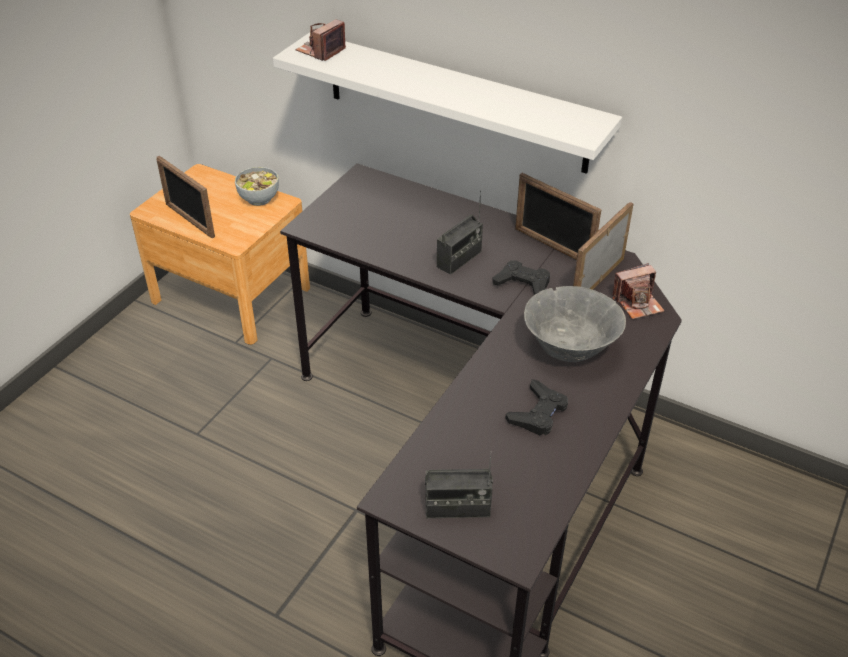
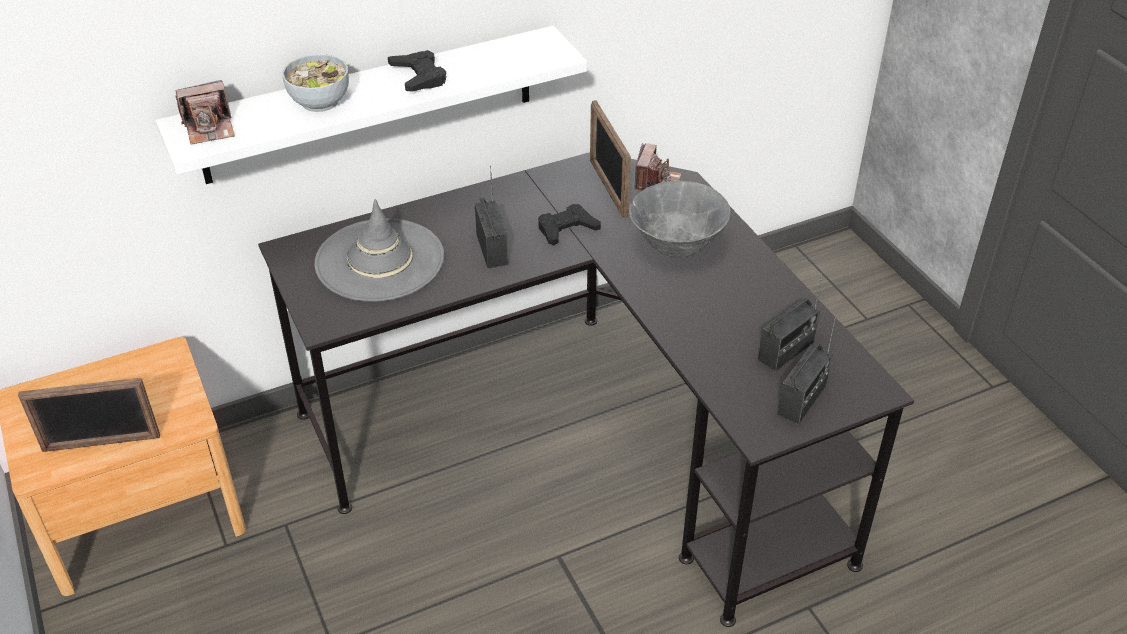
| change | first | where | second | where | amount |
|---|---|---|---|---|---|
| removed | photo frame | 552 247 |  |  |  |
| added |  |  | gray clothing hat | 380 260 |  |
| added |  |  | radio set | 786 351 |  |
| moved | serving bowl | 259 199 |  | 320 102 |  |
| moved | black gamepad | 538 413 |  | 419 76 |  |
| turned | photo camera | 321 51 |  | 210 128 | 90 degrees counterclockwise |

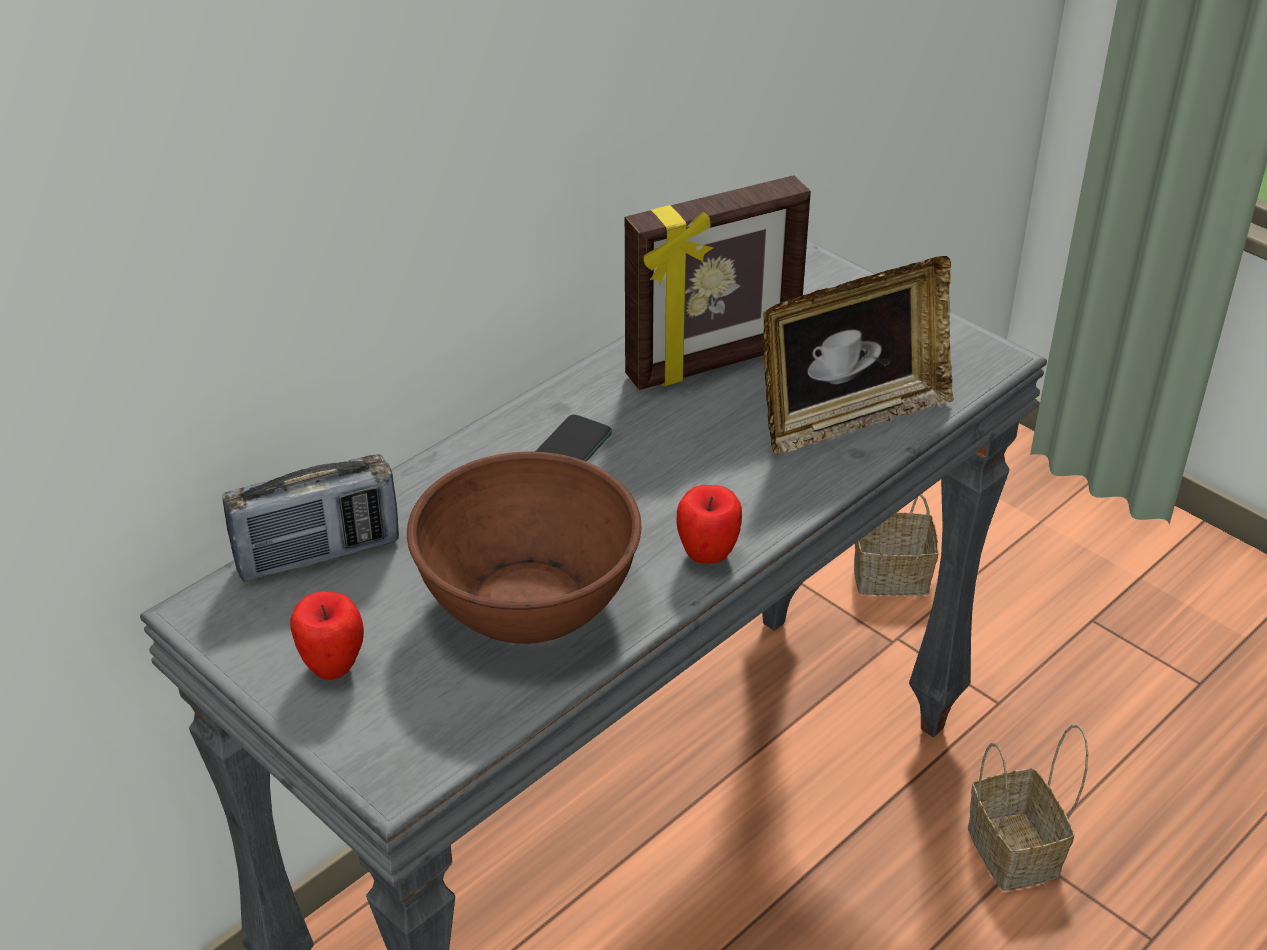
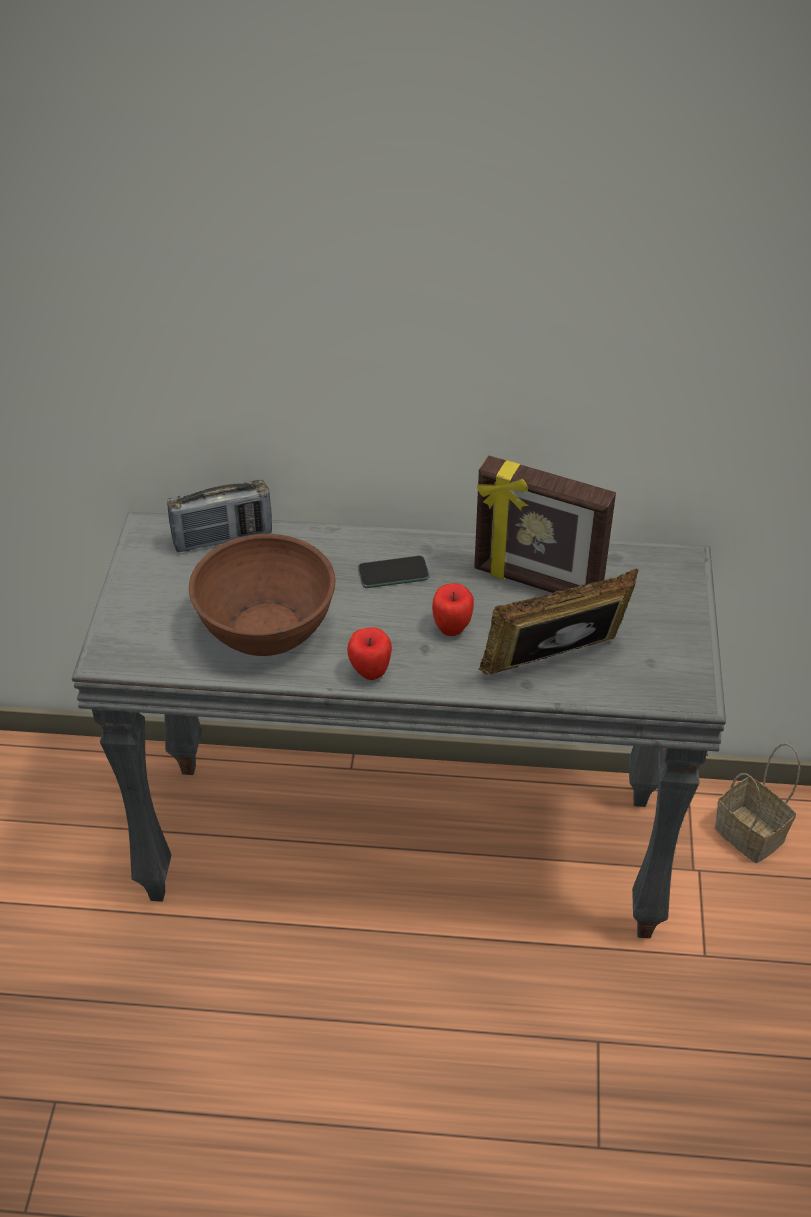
| change | first | where | second | where | amount |
|---|---|---|---|---|---|
| removed | household basket | 1016 853 |  |  |  |
| moved | apple | 333 666 |  | 452 629 |  |
| turned | radio set | 318 554 |  | 222 538 | 45 degrees counterclockwise |
| turned | photo frame | 851 417 |  | 555 664 | 135 degrees clockwise |

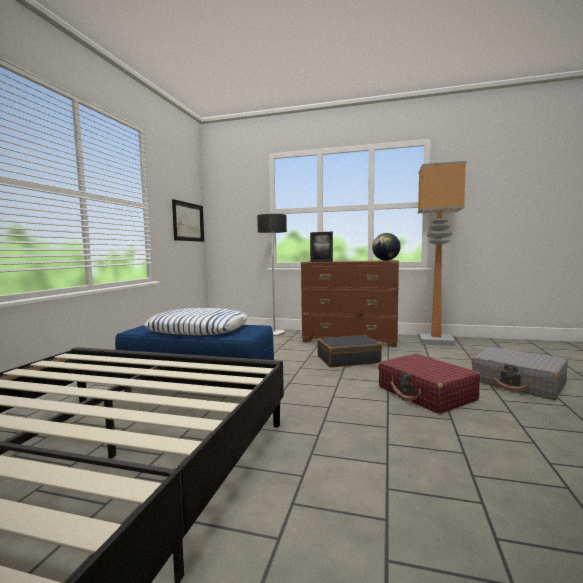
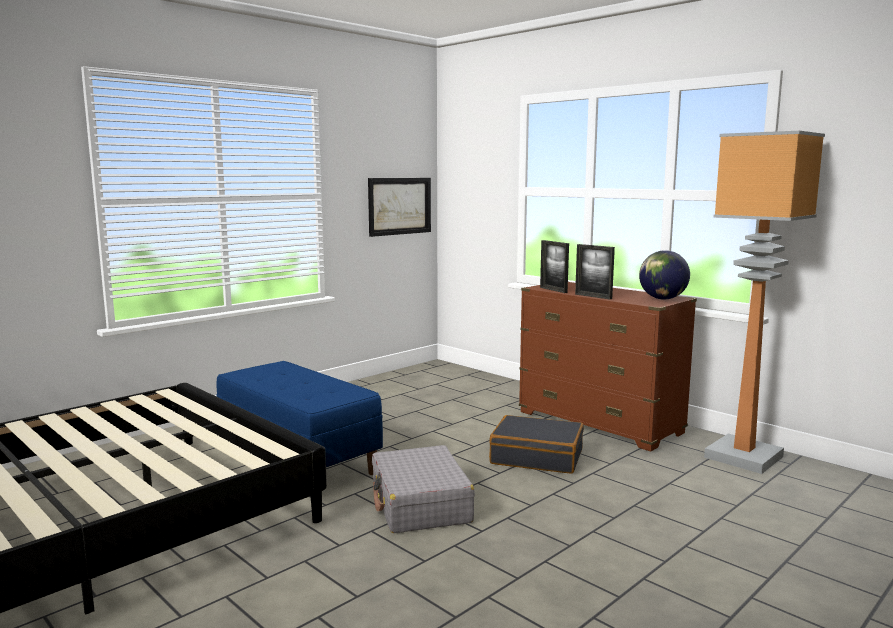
| change | first | where | second | where | amount |
|---|---|---|---|---|---|
| removed | pillow | 198 329 |  |  |  |
| removed | standard lamp | 274 333 |  |  |  |
| removed | reddish travel case | 426 394 |  |  |  |
| added |  |  | photo frame | 593 296 |  |
| moved | gray travel case | 518 383 |  | 420 504 |  |

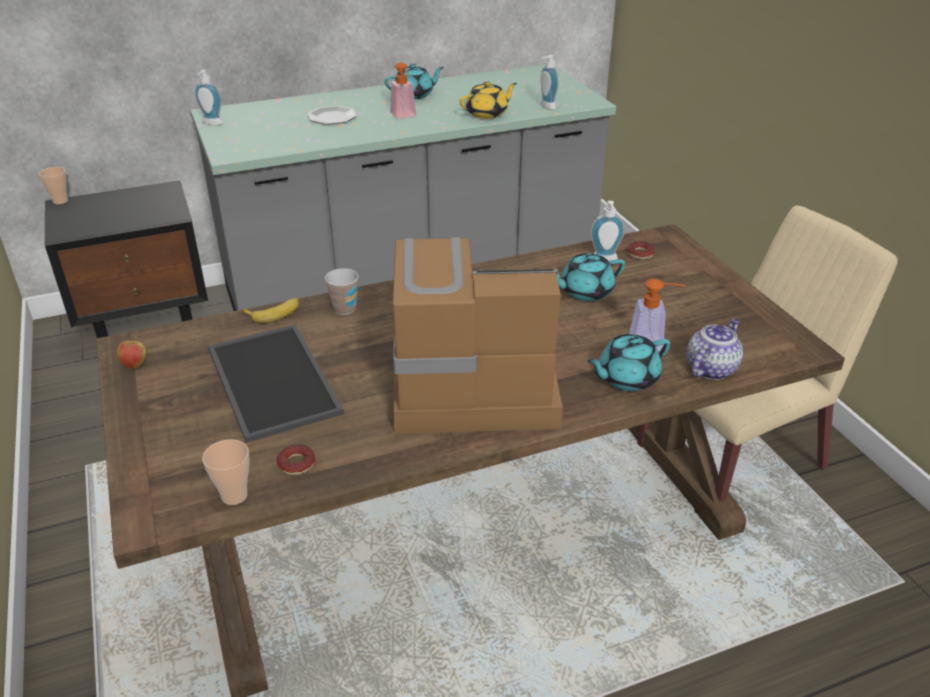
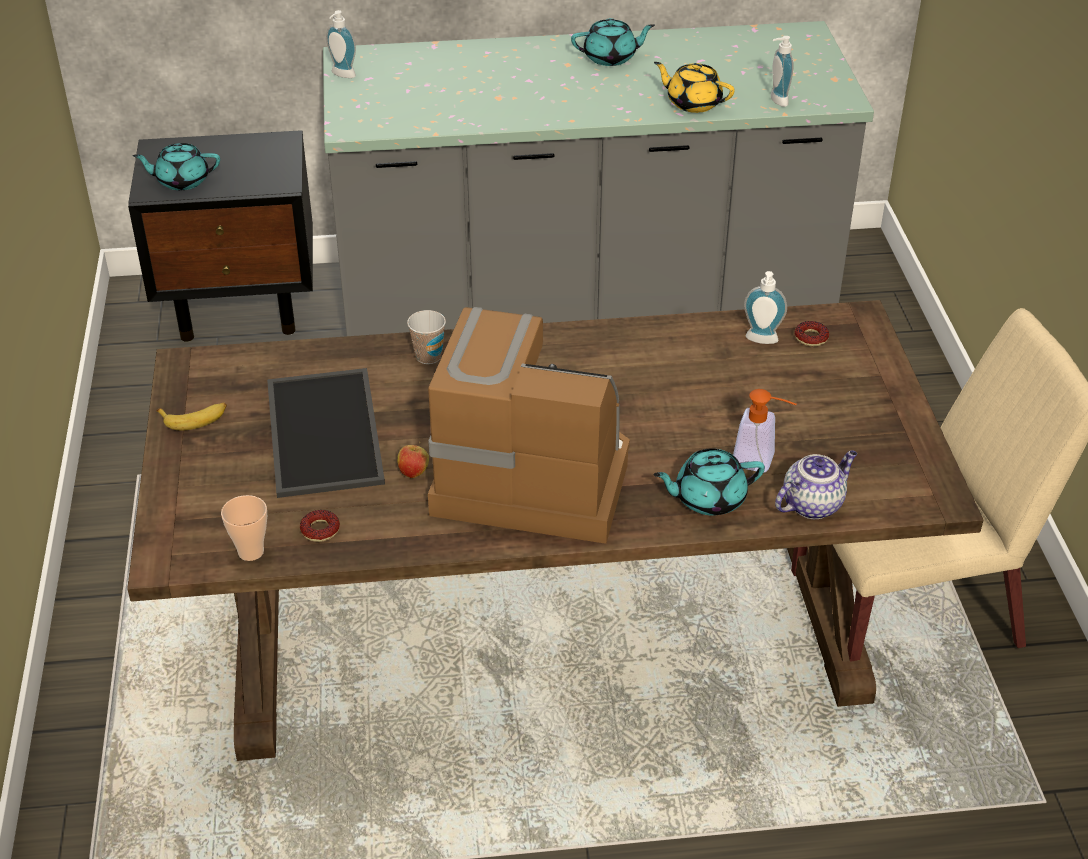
| change | first | where | second | where | amount |
|---|---|---|---|---|---|
| removed | drinking cup | 60 201 |  |  |  |
| removed | plate | 332 117 |  |  |  |
| removed | soap bottle | 404 116 |  |  |  |
| moved | apple | 135 365 |  | 414 473 |  |
| moved | banana fruit | 275 313 |  | 194 418 |  |
| moved | turquoise teapot | 585 292 |  | 182 181 |  |
| turned | yellow-coloured teapot | 487 114 |  | 693 103 | 135 degrees counterclockwise |

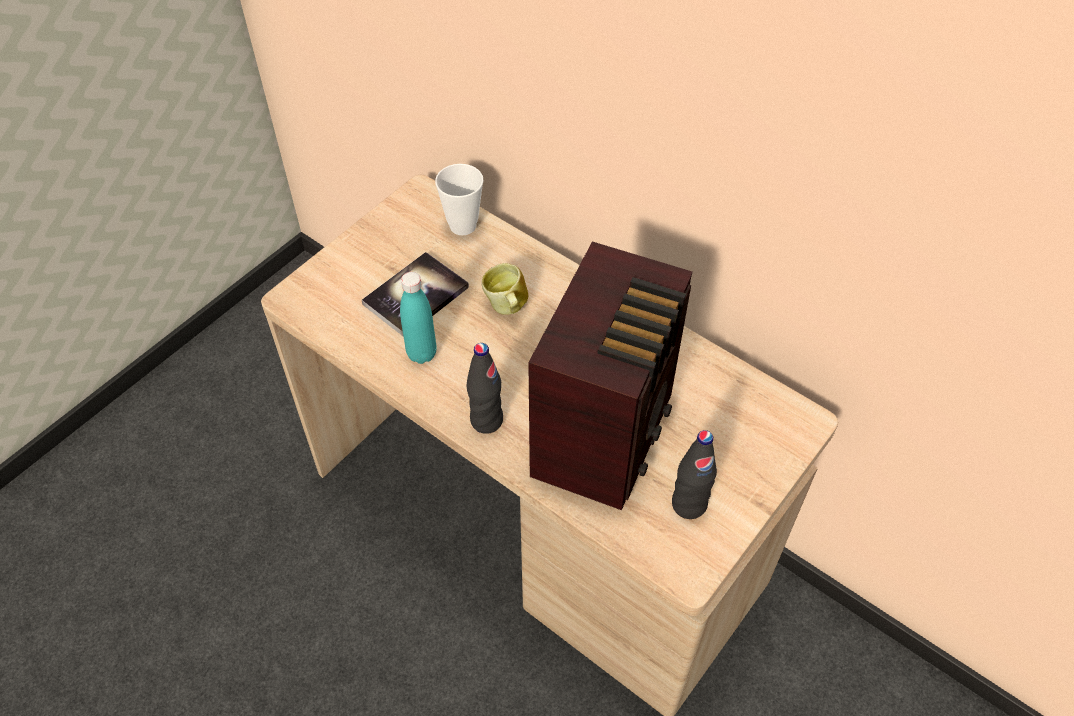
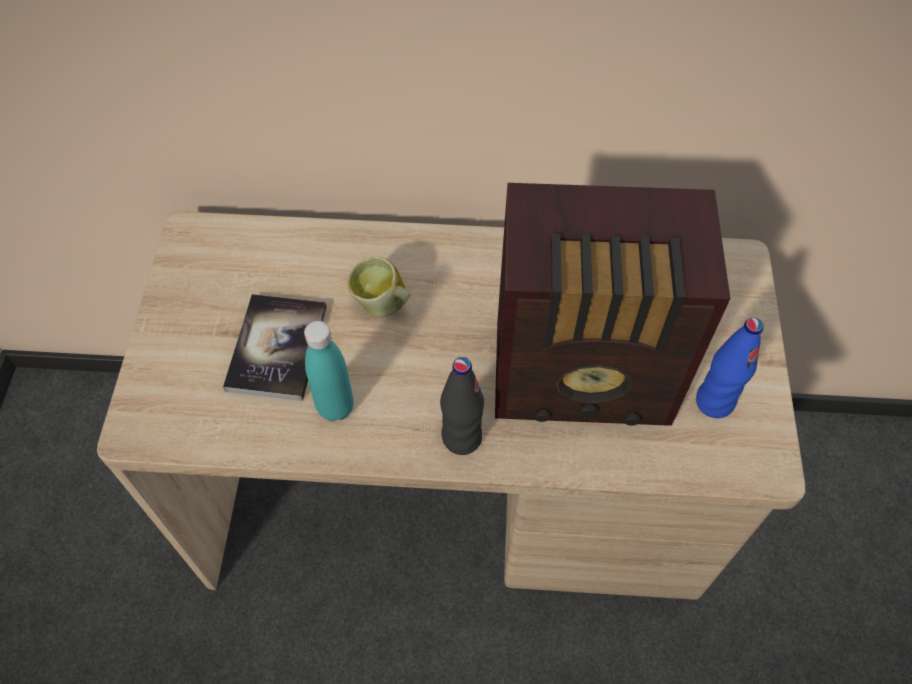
| change | first | where | second | where | amount |
|---|---|---|---|---|---|
| removed | drinking cup | 463 225 |  |  |  |
| recoloured | black bottle | 689 504 | blue bottle | 714 402 |  |
| turned | radio set | 606 433 |  | 585 378 | 105 degrees clockwise |

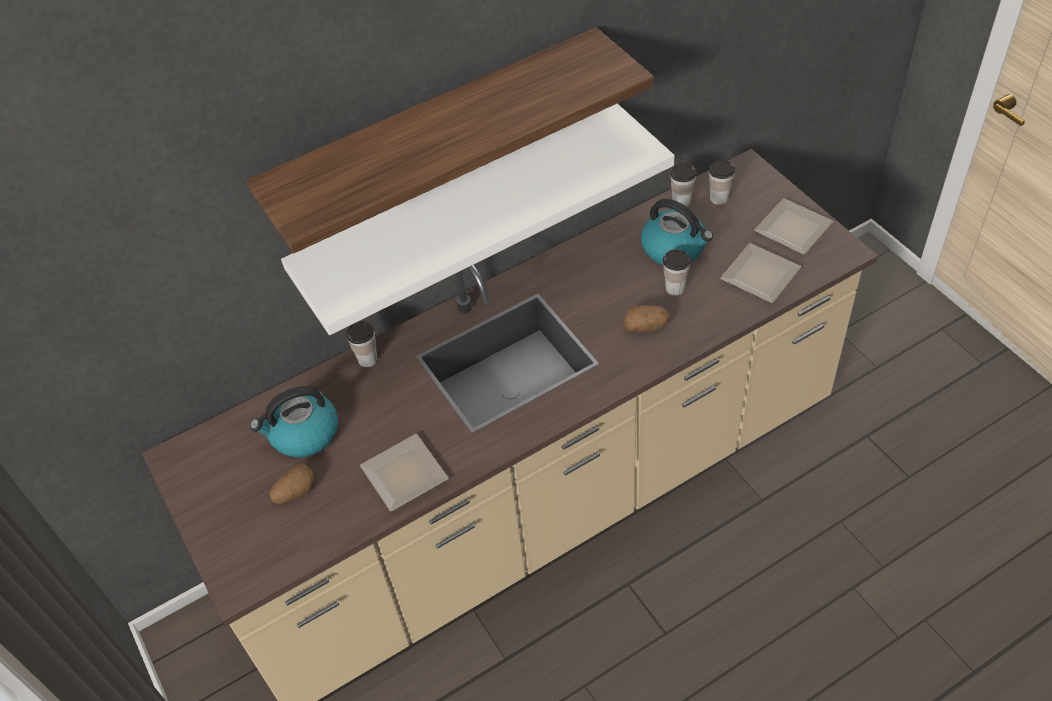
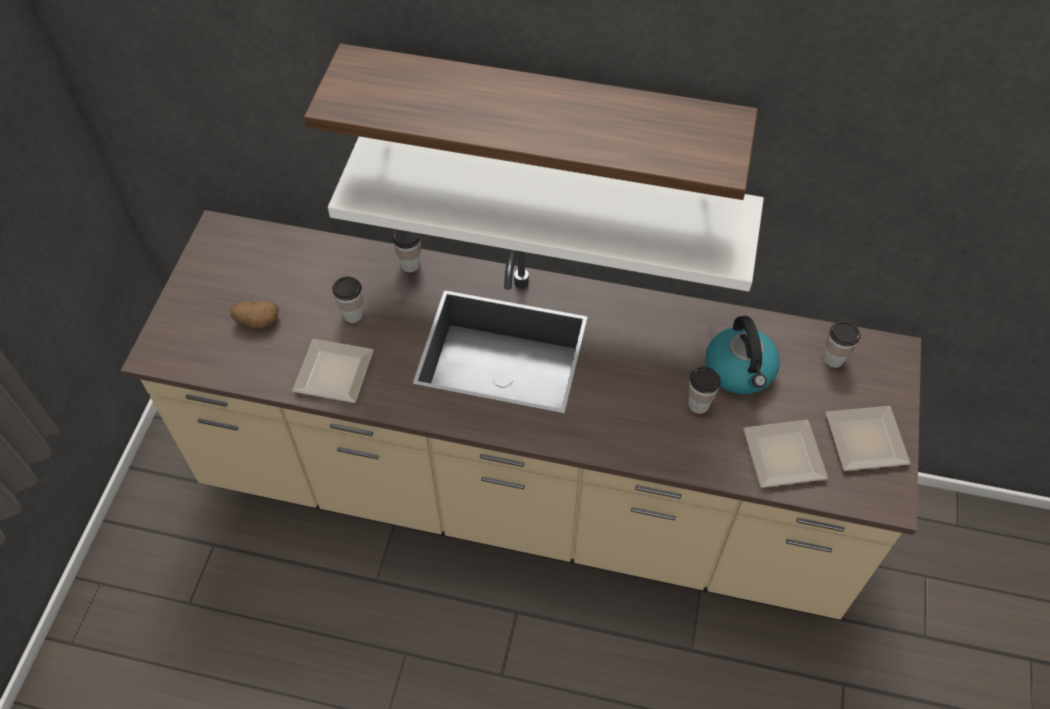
| change | first | where | second | where | amount |
|---|---|---|---|---|---|
| removed | water kettle | 303 434 |  |  |  |
| removed | spud | 646 326 |  |  |  |
| moved | drinking cup | 681 201 |  | 353 314 |  |

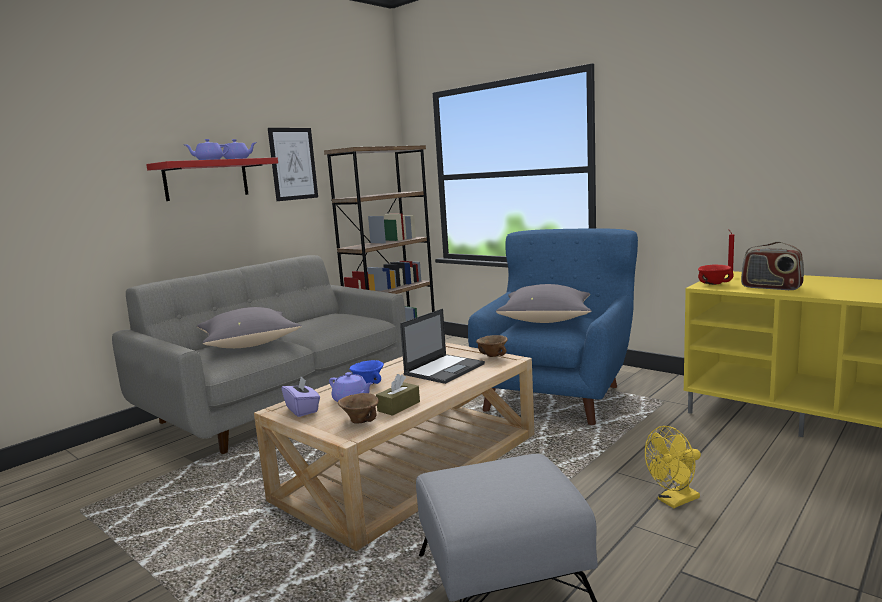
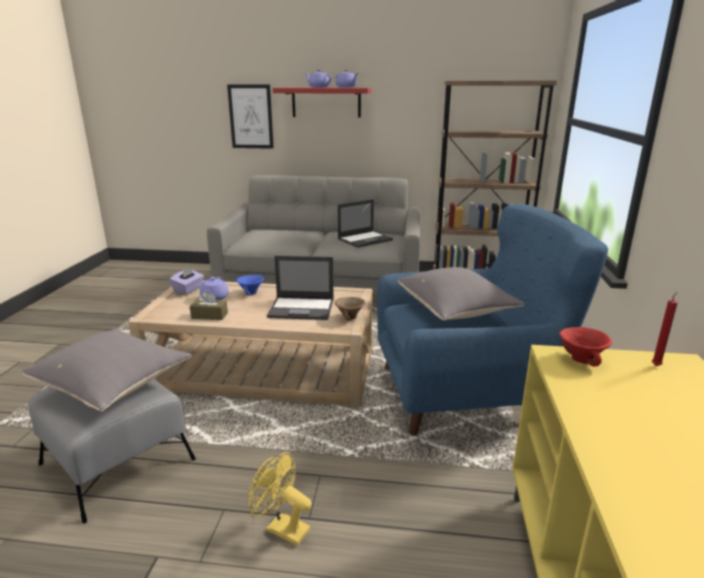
| change | first | where | second | where | amount |
|---|---|---|---|---|---|
| removed | brownish serving bowl | 359 421 |  |  |  |
| removed | radio set | 771 287 |  |  |  |
| added |  |  | notebook computer | 365 239 |  |
| moved | gray pillow | 250 344 |  | 115 386 |  |
| moved | wall art | 293 164 |  | 251 117 |  |

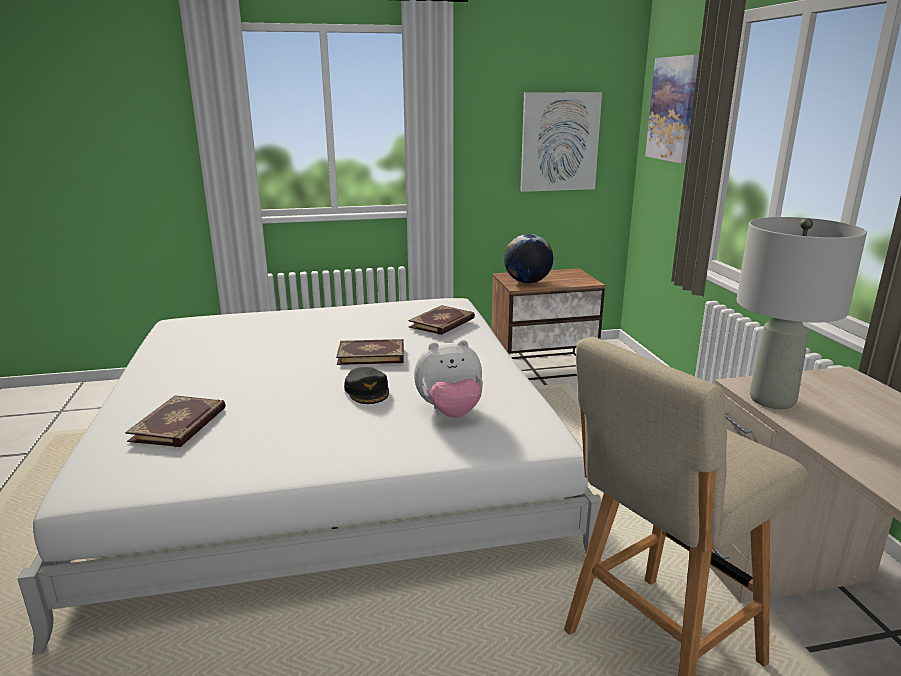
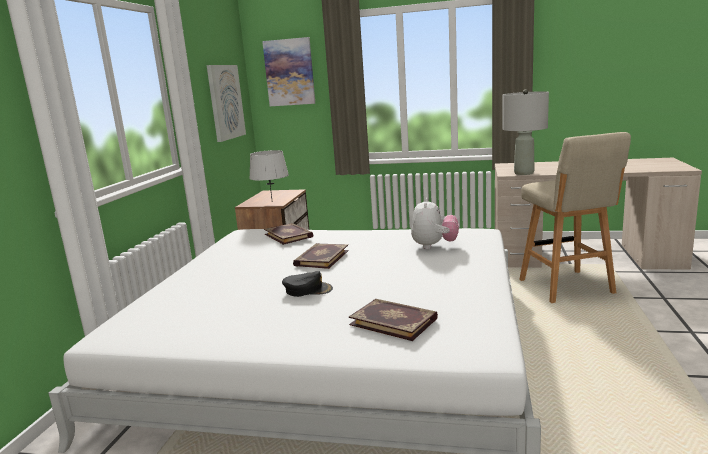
| change | first | where | second | where | amount |
|---|---|---|---|---|---|
| moved | black baseball cap | 367 391 |  | 308 289 |  |
| replaced | globe | 527 282 | gray table lamp | 272 201 |  |

